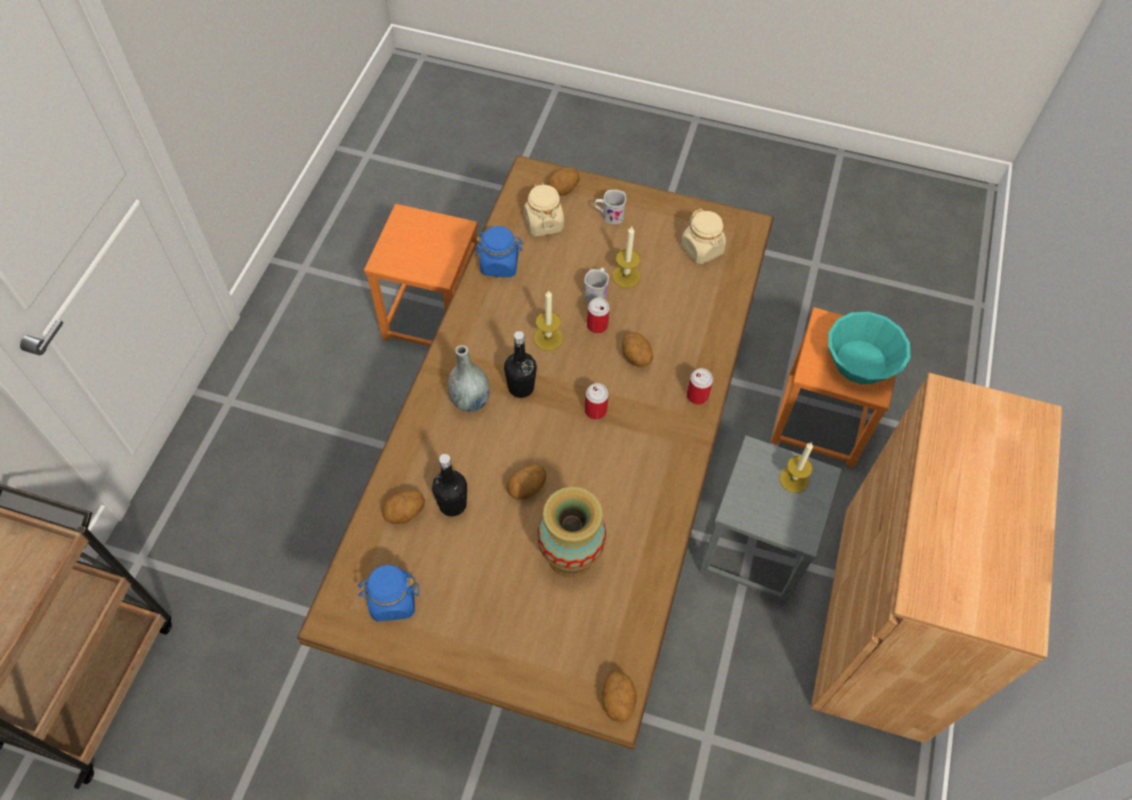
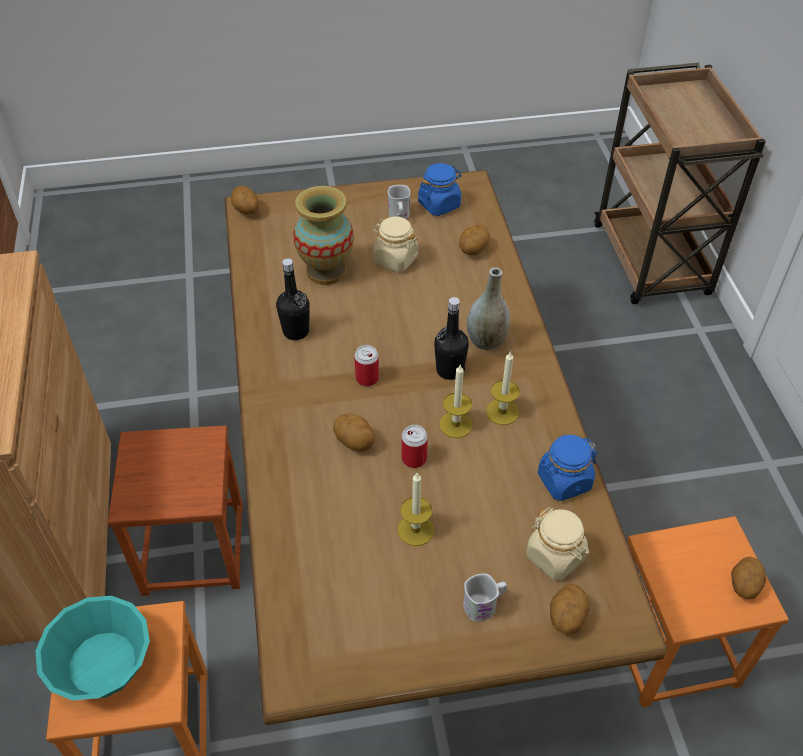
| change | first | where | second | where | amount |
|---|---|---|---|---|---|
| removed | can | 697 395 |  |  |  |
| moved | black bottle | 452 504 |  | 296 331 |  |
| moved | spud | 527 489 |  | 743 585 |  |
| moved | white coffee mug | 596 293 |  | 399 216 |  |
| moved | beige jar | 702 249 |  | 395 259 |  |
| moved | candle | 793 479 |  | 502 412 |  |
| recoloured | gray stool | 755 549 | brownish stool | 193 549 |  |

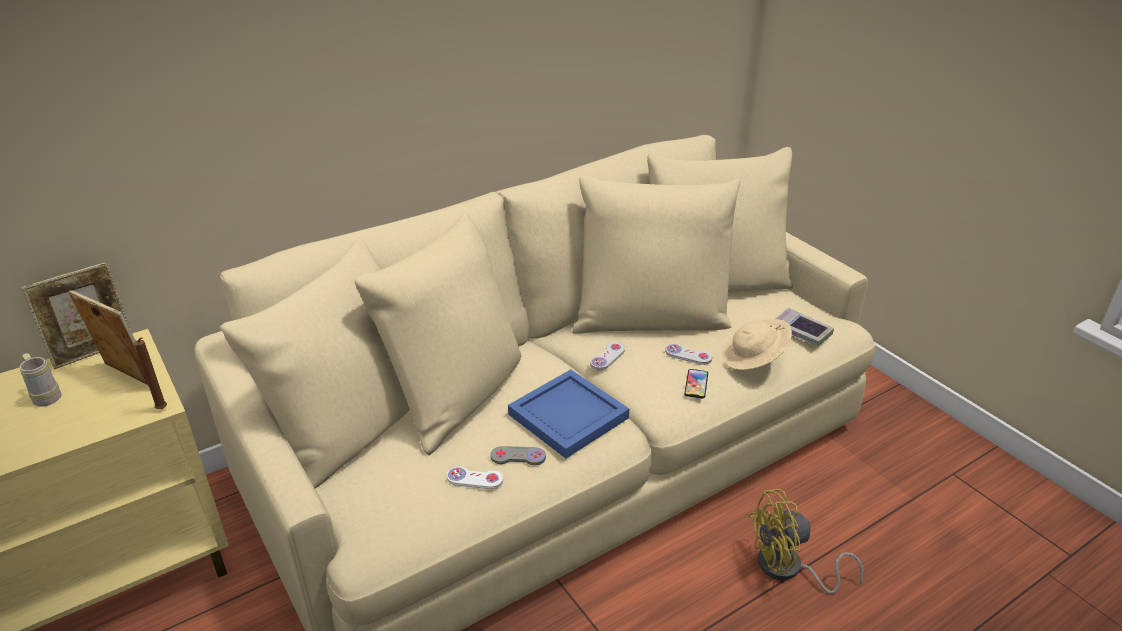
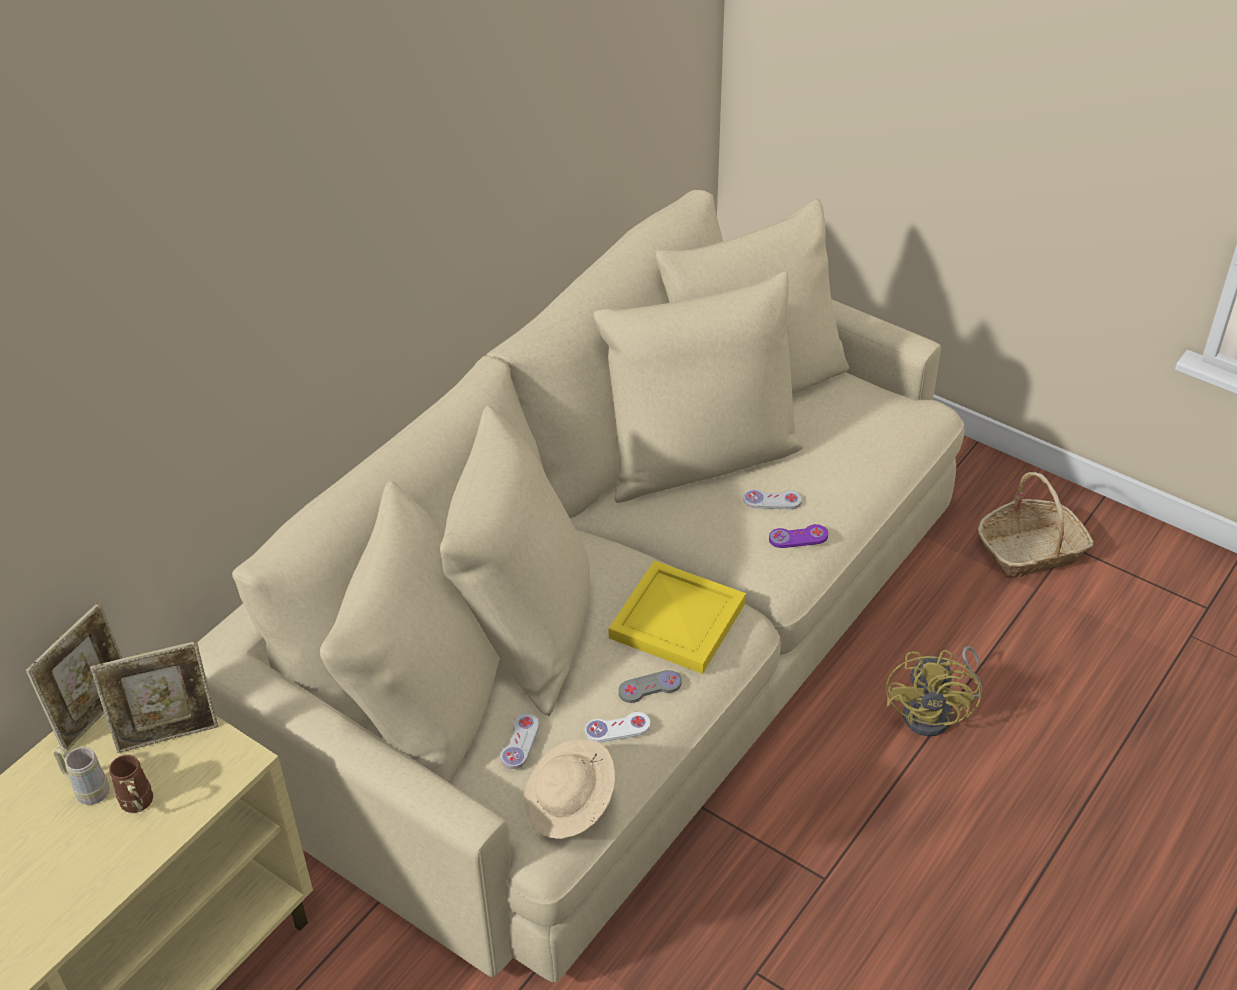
| change | first | where | second | where | amount |
|---|---|---|---|---|---|
| removed | brownish candle | 163 410 |  |  |  |
| removed | book | 801 331 |  |  |  |
| added |  |  | brownish coffee mug | 138 805 |  |
| added |  |  | household basket | 1031 551 |  |
| moved | white gamepad | 607 357 |  | 520 742 |  |
| moved | beige clothing hat | 754 359 |  | 570 804 |  |
| replaced | handset | 696 384 | purple-coloured gamepad | 798 537 |  |
| recoloured | blue serving tray | 568 414 | yellow-coloured serving tray | 676 618 |  |
| turned | photo frame | 127 377 |  | 168 735 | 150 degrees clockwise |
| turned | yellow-coloured cooling fan | 788 569 |  | 936 713 | 45 degrees counterclockwise |

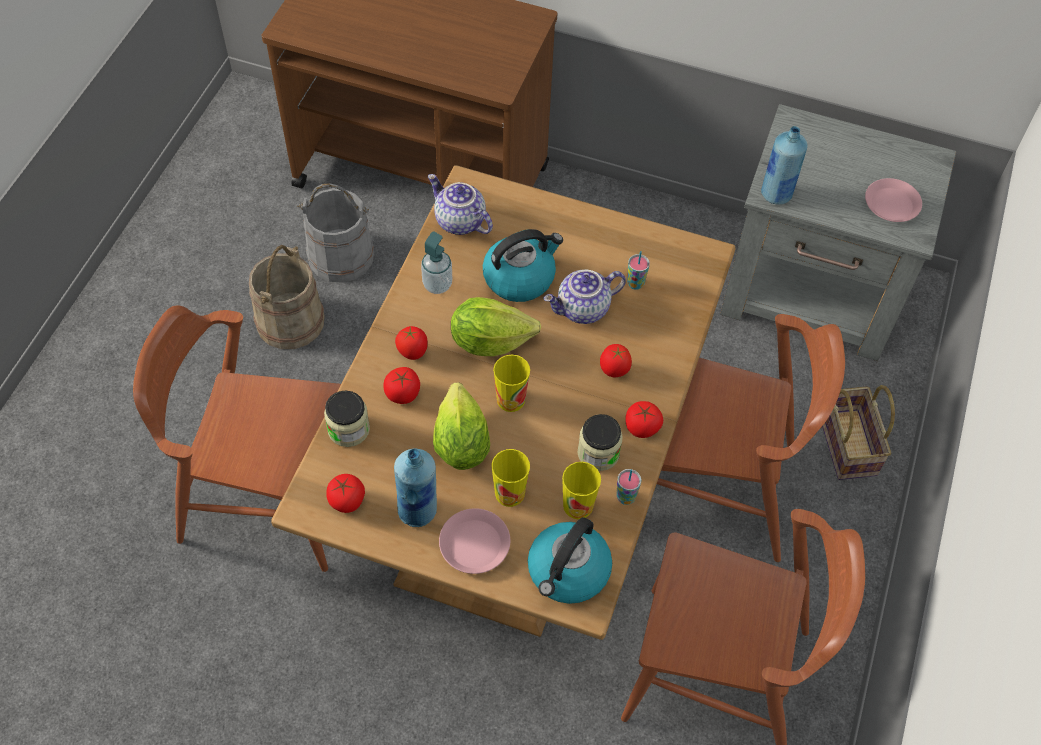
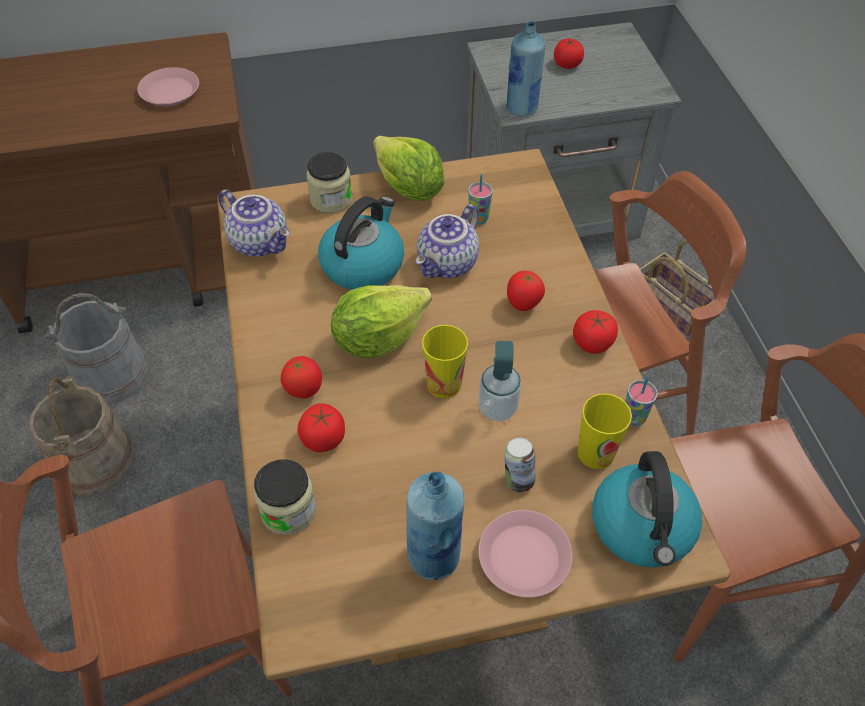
| change | first | where | second | where | amount |
|---|---|---|---|---|---|
| moved | whole tomato | 346 500 |  | 567 64 |  |
| moved | soap bottle | 437 284 |  | 497 408 |  |
| moved | head of lettuce | 460 444 |  | 408 189 |  |
| moved | jar | 598 453 |  | 331 199 |  |
| moved | pink plate | 892 204 |  | 170 92 |  |
| replaced | drinking cup | 509 493 | can | 517 480 |  |
| turned | teapot | 459 222 |  | 261 242 | 150 degrees counterclockwise |

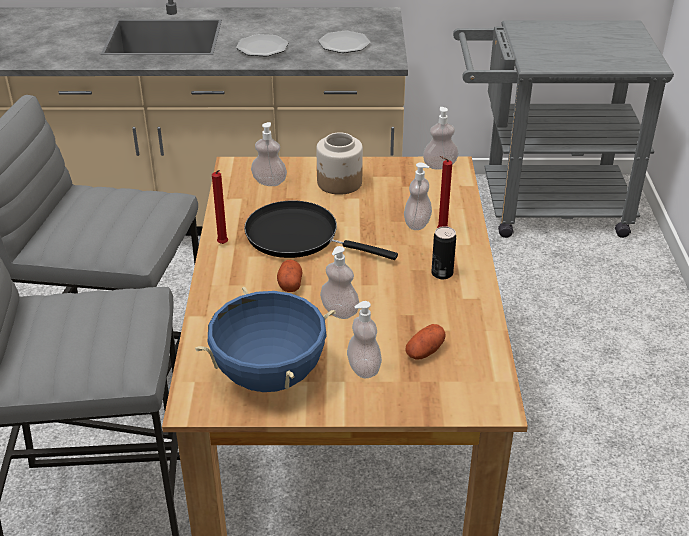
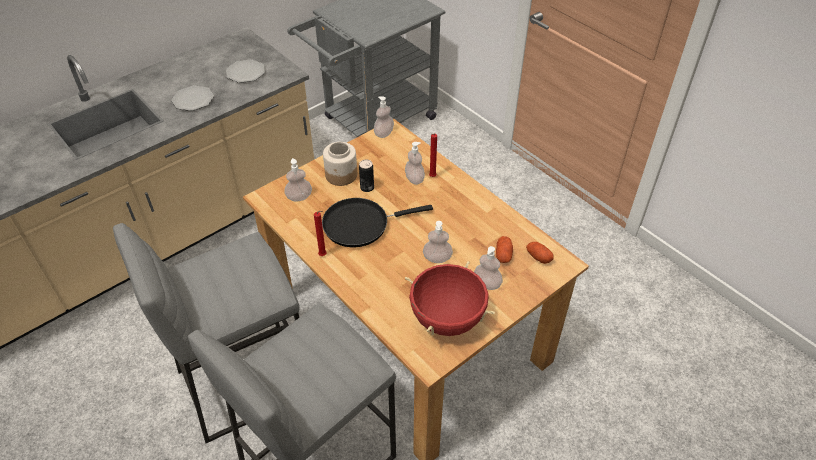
| change | first | where | second | where | amount |
|---|---|---|---|---|---|
| moved | spud | 290 284 |  | 538 257 |  |
| moved | can | 442 273 |  | 367 187 |  |
| recoloured | blue stockpot | 269 376 | reddish stockpot | 447 320 |  |

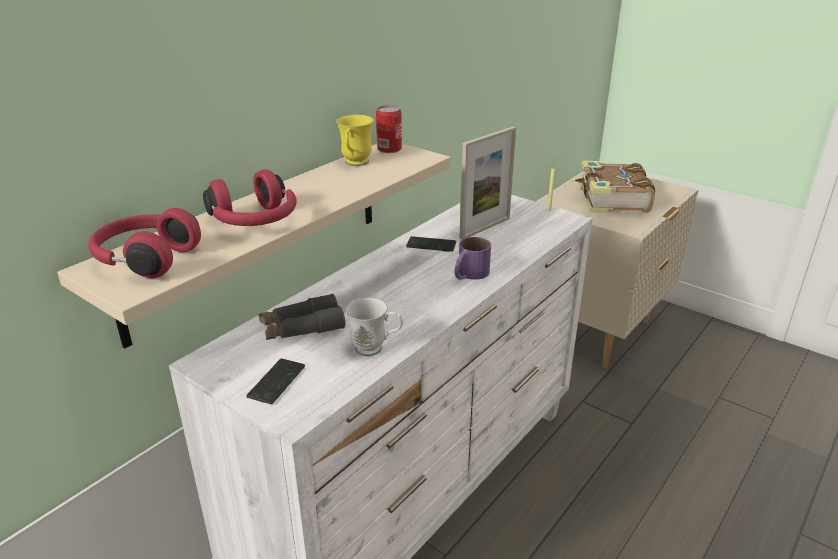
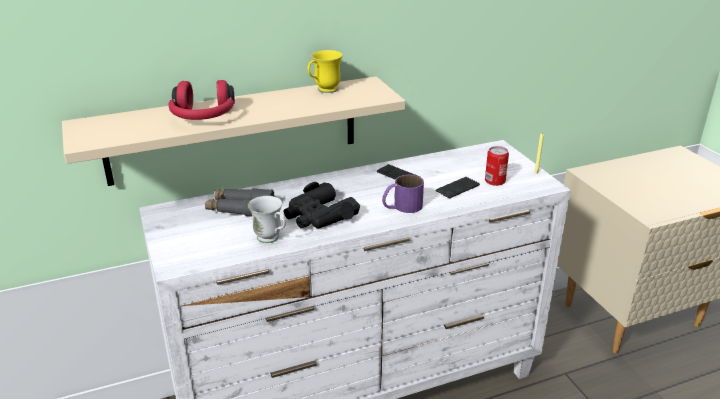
| change | first | where | second | where | amount |
|---|---|---|---|---|---|
| removed | reddish headphones | 145 259 |  |  |  |
| removed | photo frame | 485 228 |  |  |  |
| removed | book | 611 199 |  |  |  |
| added |  |  | black pair of binoculars | 319 216 |  |
| moved | handset | 276 382 |  | 457 188 |  |
| moved | can | 389 149 |  | 495 181 |  |

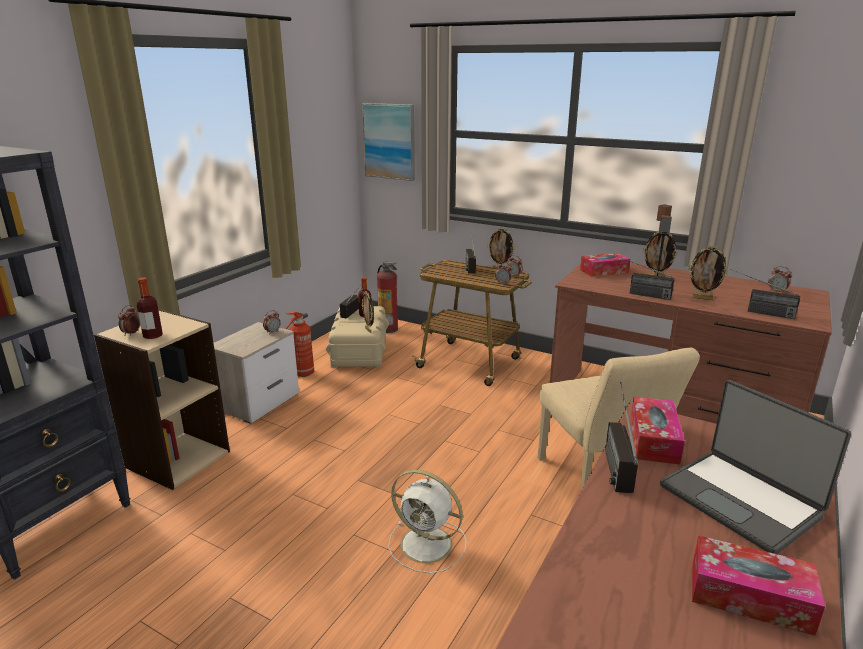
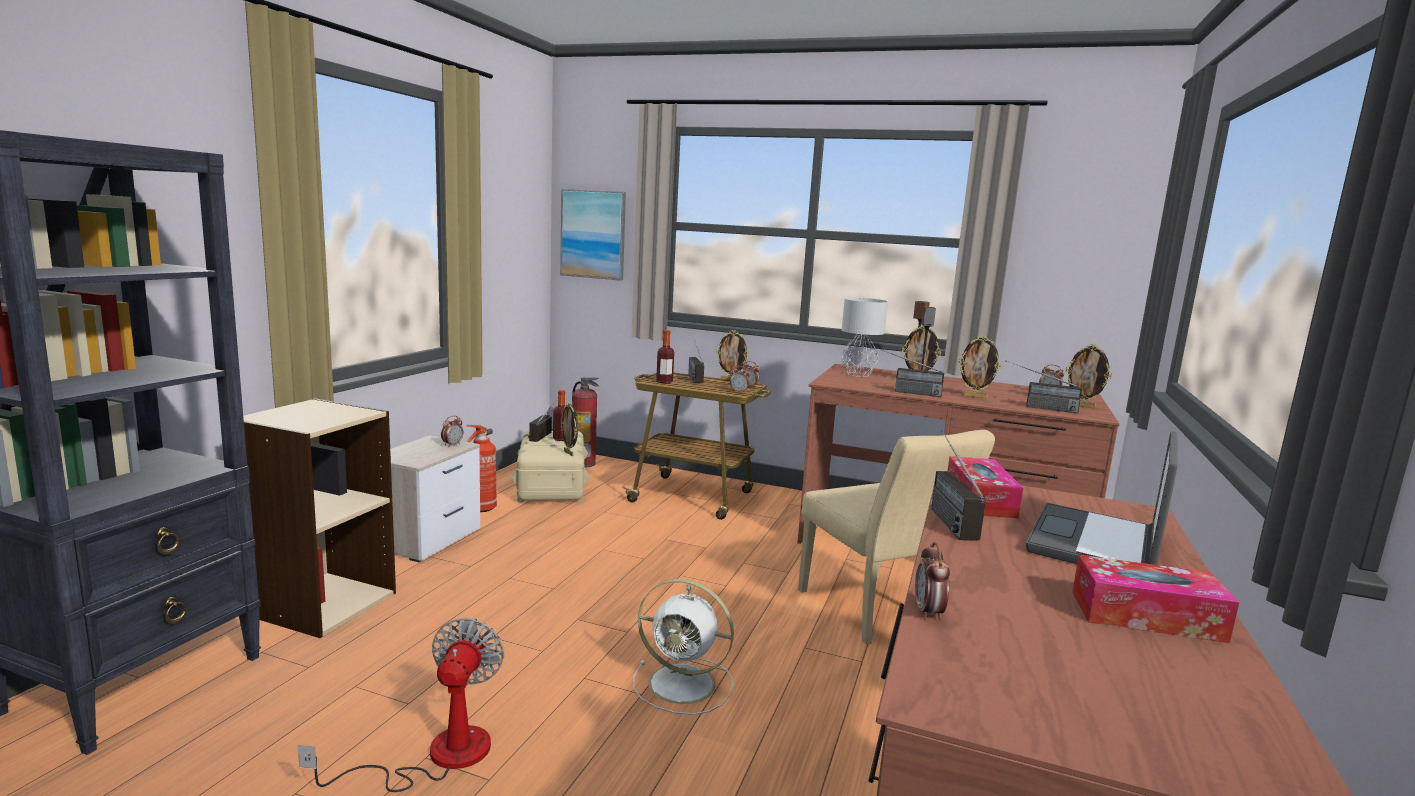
| change | first | where | second | where | amount |
|---|---|---|---|---|---|
| added |  |  | cooling fan | 437 756 |  |
| added |  |  | photo frame | 1082 406 |  |
| moved | alarm clock | 131 333 |  | 928 613 |  |
| moved | bottle | 153 335 |  | 664 382 |  |
| replaced | box of tissues | 604 271 | gray table lamp | 858 374 |  |
| turned | notebook computer | 741 500 |  | 1097 544 | 75 degrees clockwise |

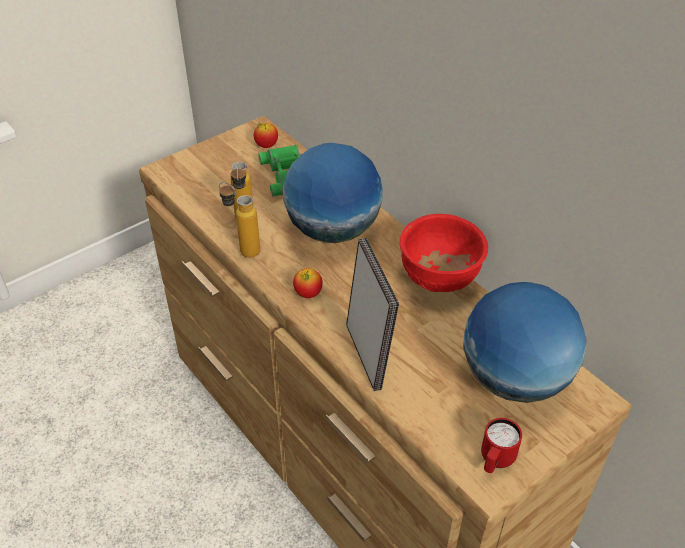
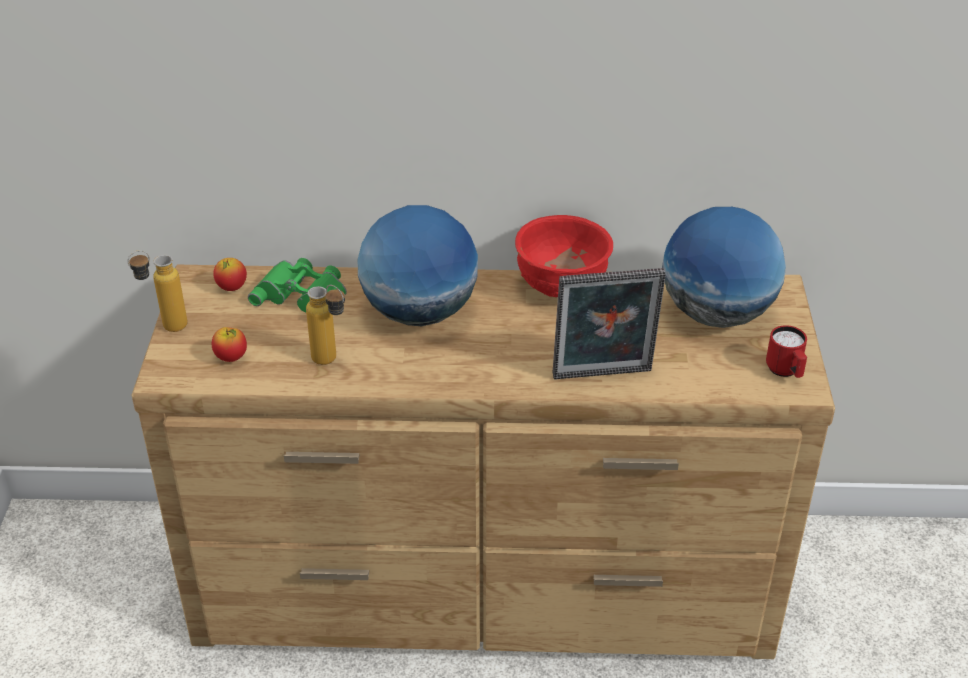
| change | first | where | second | where | amount |
|---|---|---|---|---|---|
| moved | bottle | 242 249 |  | 165 328 |  |
| moved | apple | 308 294 |  | 231 358 |  |
| turned | photo frame | 369 355 |  | 603 376 | 150 degrees clockwise |

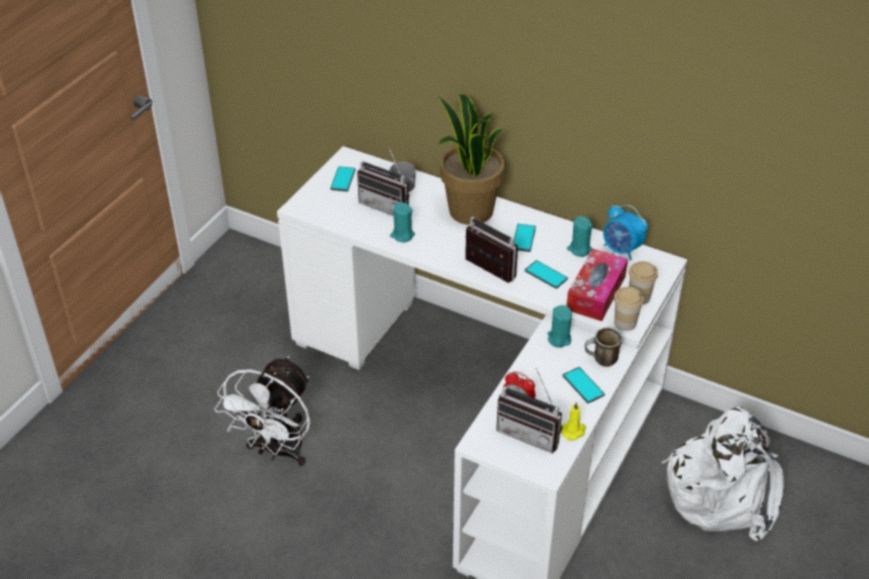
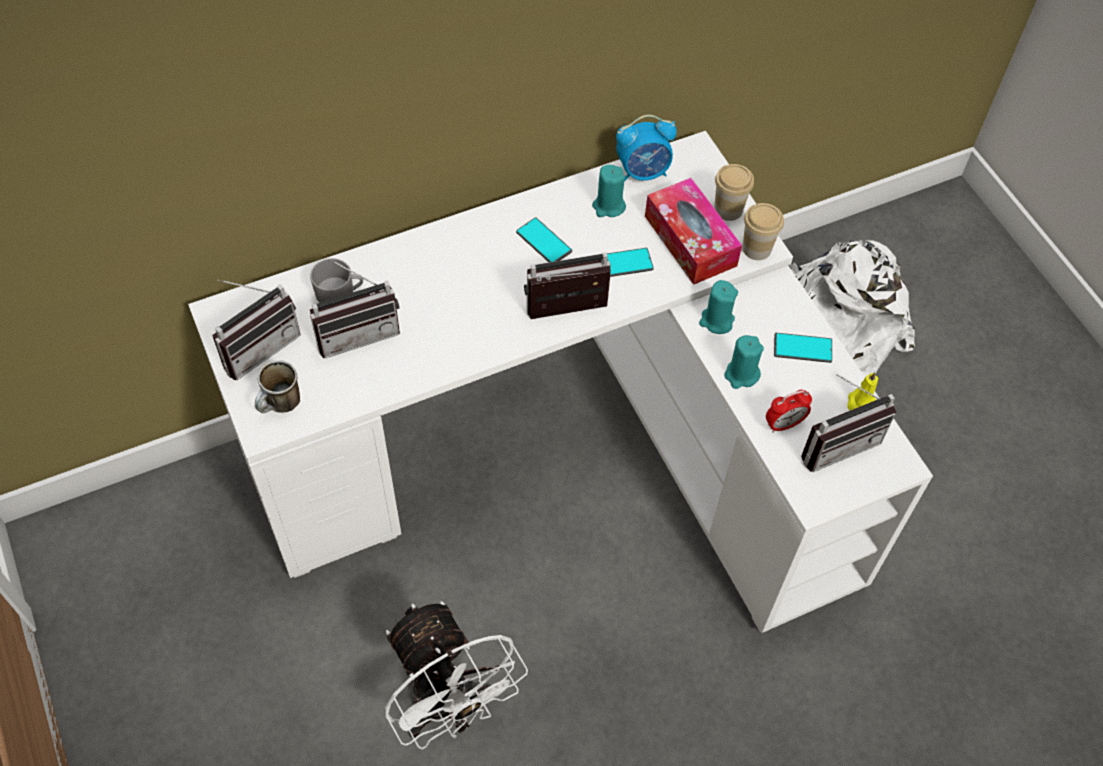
| change | first | where | second | where | amount |
|---|---|---|---|---|---|
| removed | houseplant | 469 211 |  |  |  |
| moved | turquoise candle | 402 235 |  | 741 375 |  |
| moved | coffee mug | 601 361 |  | 281 406 |  |
| replaced | handset | 343 179 | radio set | 258 346 |  |

